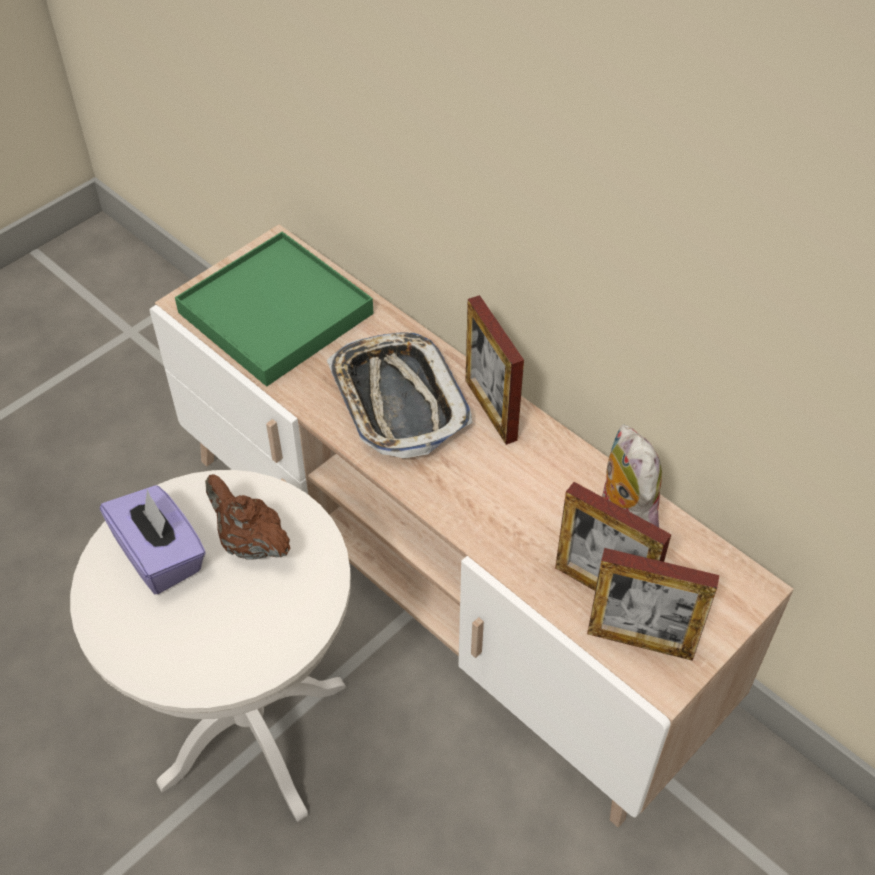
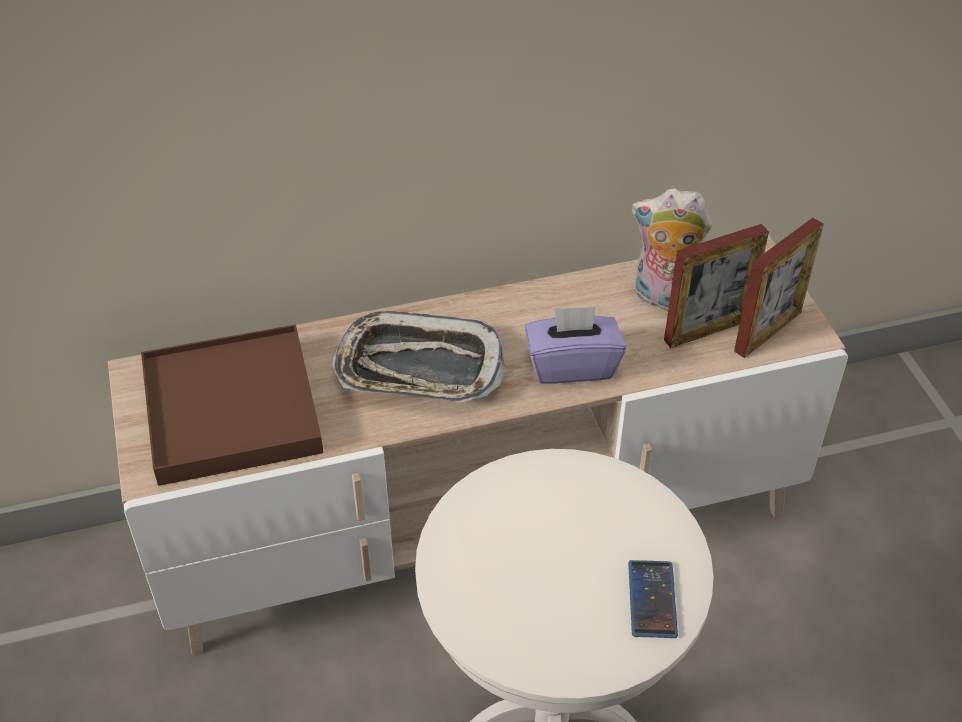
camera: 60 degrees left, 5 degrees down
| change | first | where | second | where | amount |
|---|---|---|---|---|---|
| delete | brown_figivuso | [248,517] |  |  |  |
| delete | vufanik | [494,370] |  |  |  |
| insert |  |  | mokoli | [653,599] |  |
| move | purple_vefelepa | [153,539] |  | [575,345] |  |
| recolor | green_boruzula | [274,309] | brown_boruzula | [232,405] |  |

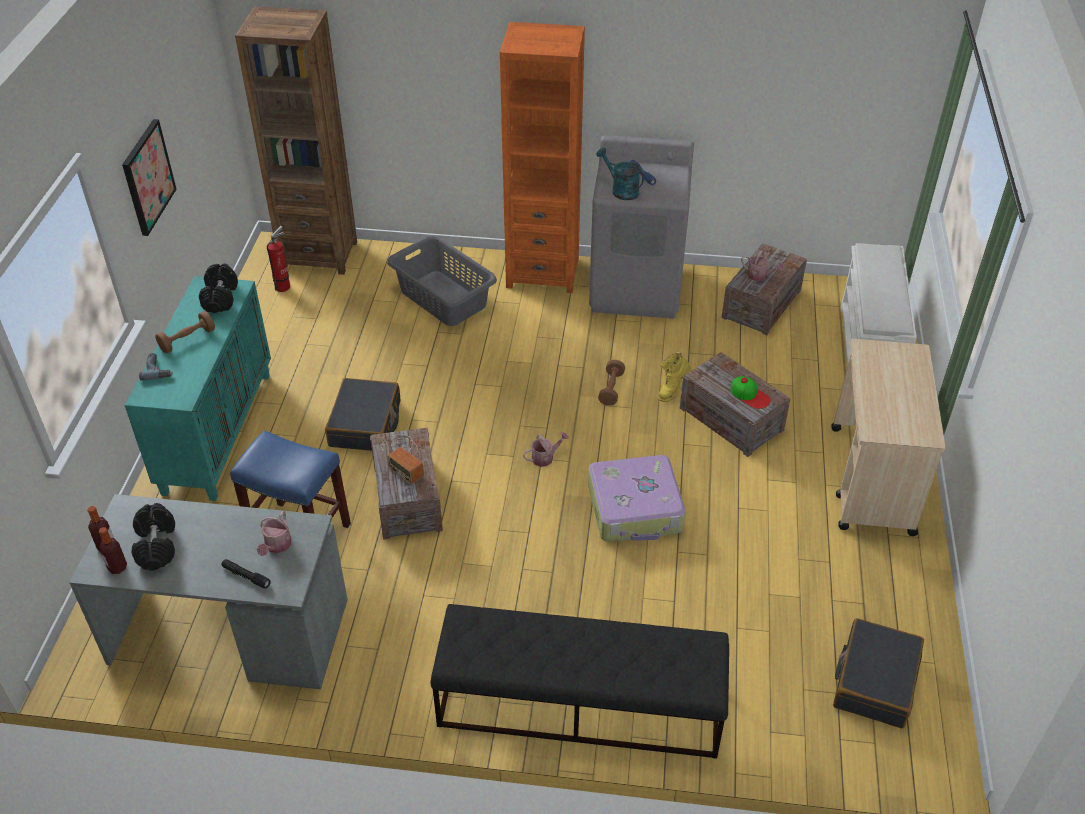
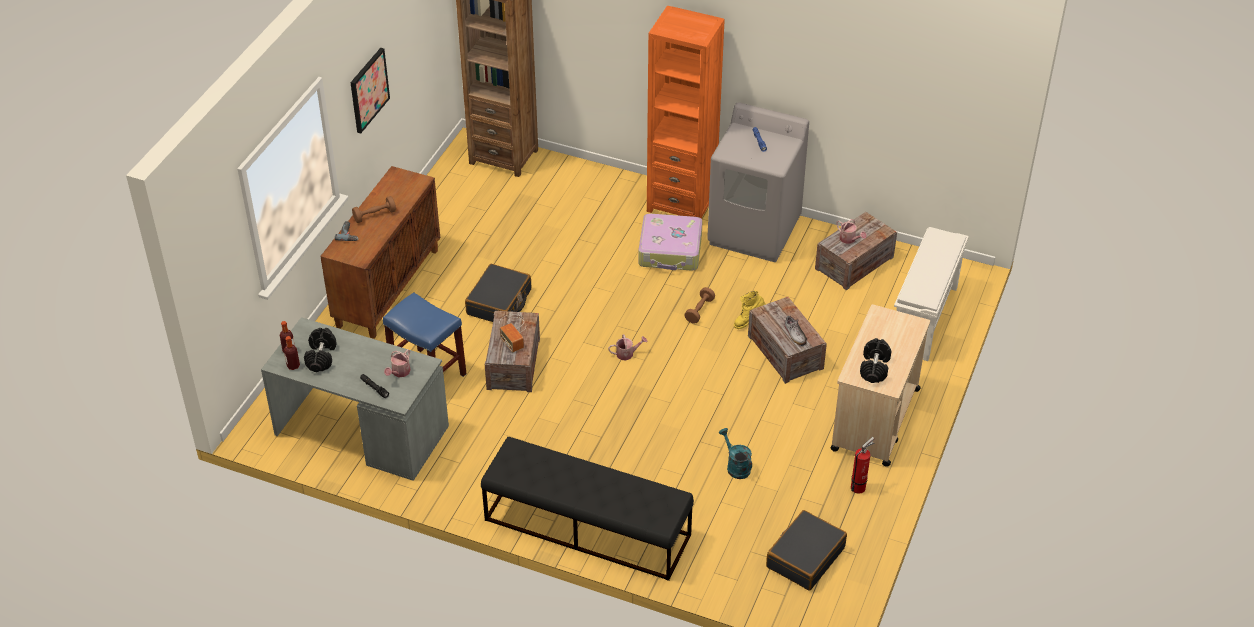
camera: 15 degrees right, 0 degrees up
| change | first | where | second | where | amount |
|---|---|---|---|---|---|
| delete | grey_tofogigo | [442,281] |  |  |  |
| move | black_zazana | [218,288] |  | [875,360] |  |
| move | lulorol | [278,259] |  | [862,465] |  |
| move | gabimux | [637,498] |  | [670,242] |  |
| move | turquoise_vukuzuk | [620,174] |  | [735,453] |  |
| replace | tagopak | [750,392] | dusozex | [795,331] |  |
| recolor | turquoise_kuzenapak | [197,388] | brown_kuzenapak | [380,252] |  |

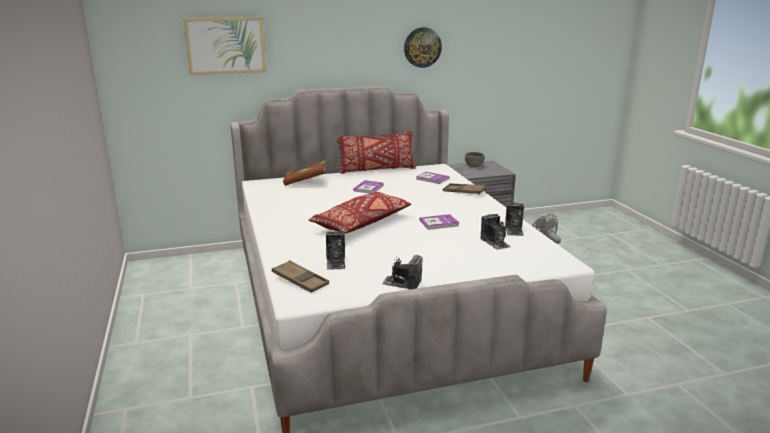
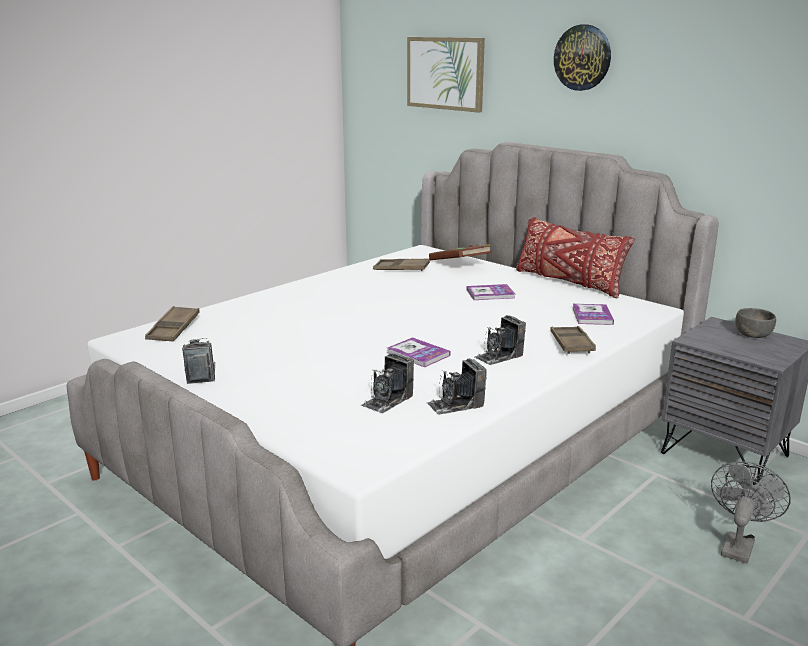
camera: 60 degrees right, 0 degrees up
| change | first | where | second | where | amount |
|---|---|---|---|---|---|
| delete | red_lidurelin | [359,213] |  |  |  |
| insert |  |  | brown_boruzula | [401,265] |  |
| move | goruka | [335,250] |  | [500,340] |  |
| move | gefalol | [423,47] |  | [582,58] |  |

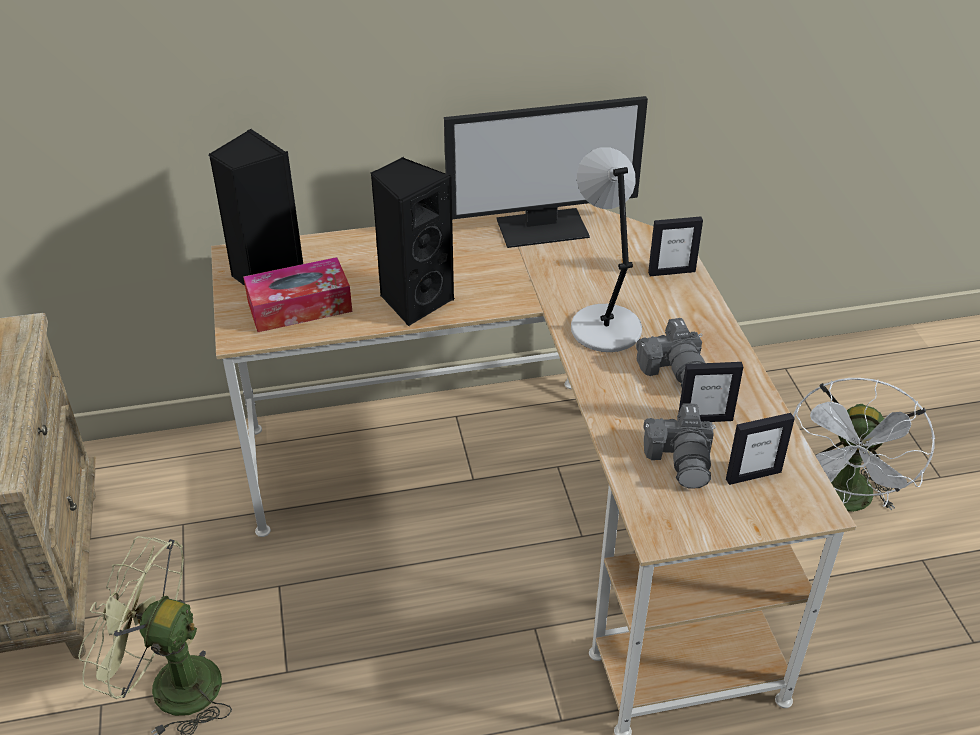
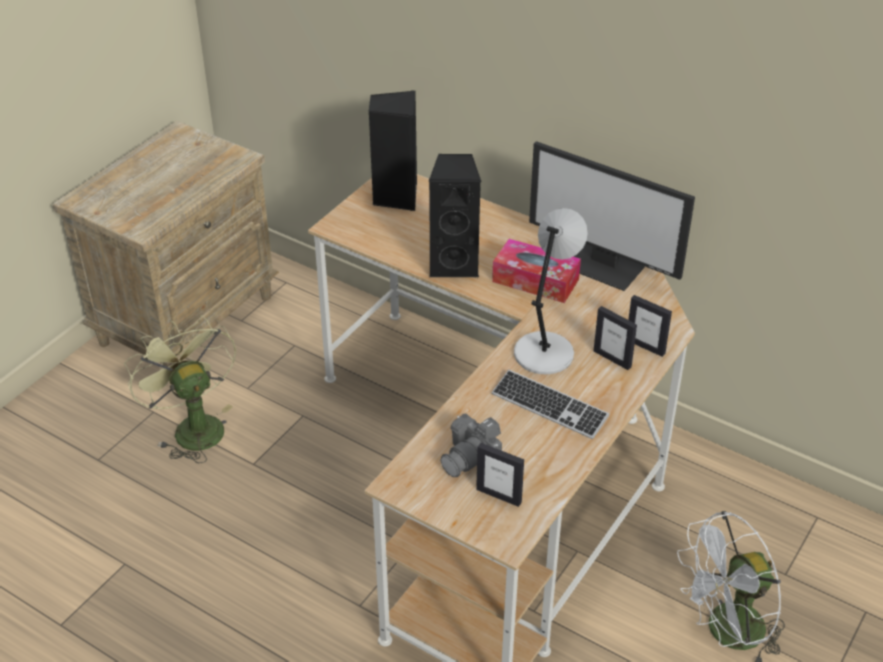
camera: 45 degrees right, 0 degrees up
| change | first | where | second | where | amount |
|---|---|---|---|---|---|
| move | vefelepa | [297,294] |  | [536,271] |  |
| move | vufanik | [710,392] |  | [615,338] |  |
| replace | goruka | [670,352] | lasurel | [550,404] |  |

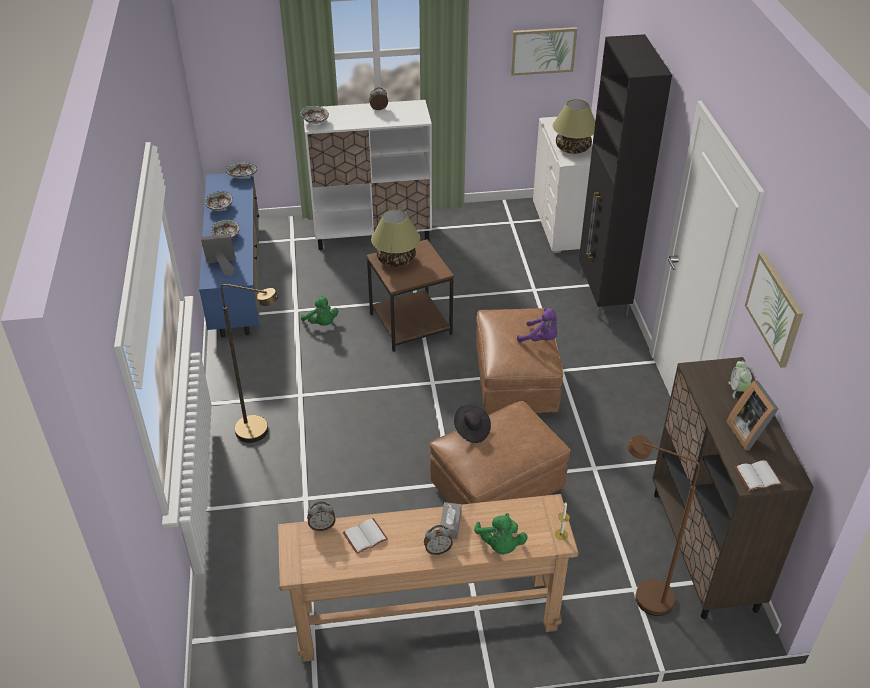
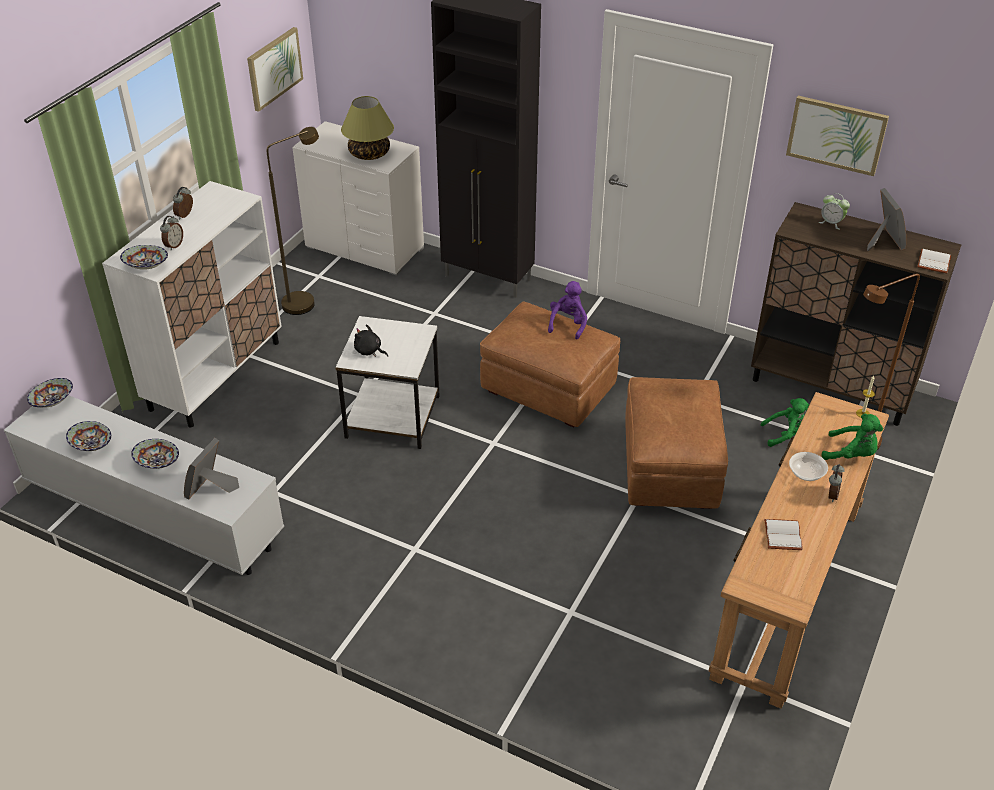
camera: 55 degrees left, 0 degrees up
| change | first | where | second | where | amount |
|---|---|---|---|---|---|
| delete | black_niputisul | [472,424] |  |  |  |
| move | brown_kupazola | [249,363] |  | [293,221] |  |
| move | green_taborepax | [319,311] |  | [785,422] |  |
| move | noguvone | [321,516] |  | [171,233] |  |
| replace | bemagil | [395,238] | black_taborepax | [371,340] |  |
| replace | grey_vefelepa | [451,520] | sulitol | [808,466] |  |
| recolor | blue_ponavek | [229,255] | white_ponavek | [144,485] |  |
| recolor | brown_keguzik | [410,295] | white_keguzik | [387,382] |  |
| rotate | purple_taborepax | [537,325] |  | [567,310] | 45 degrees counterclockwise |
| rotate | vufanik | [752,415] |  | [886,219] | 120 degrees counterclockwise |

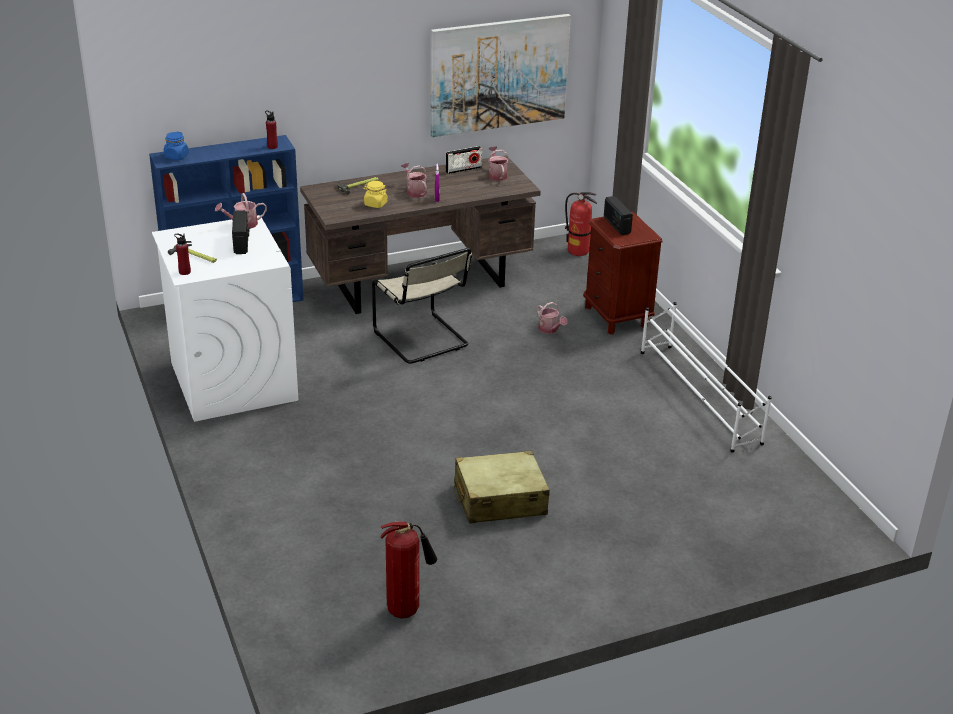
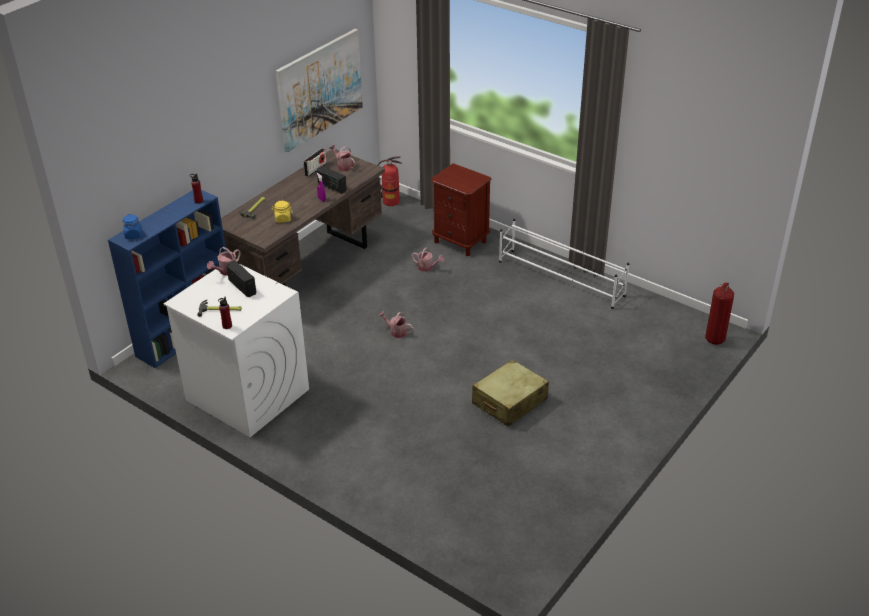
camera: 30 degrees left, 5 degrees up
| change | first | where | second | where | amount |
|---|---|---|---|---|---|
| delete | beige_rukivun | [422,306] |  |  |  |
| move | lulorol | [408,569] |  | [719,314] |  |
| move | vukuzuk | [414,180] |  | [395,324] |  |
| move | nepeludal | [618,215] |  | [332,180] |  |

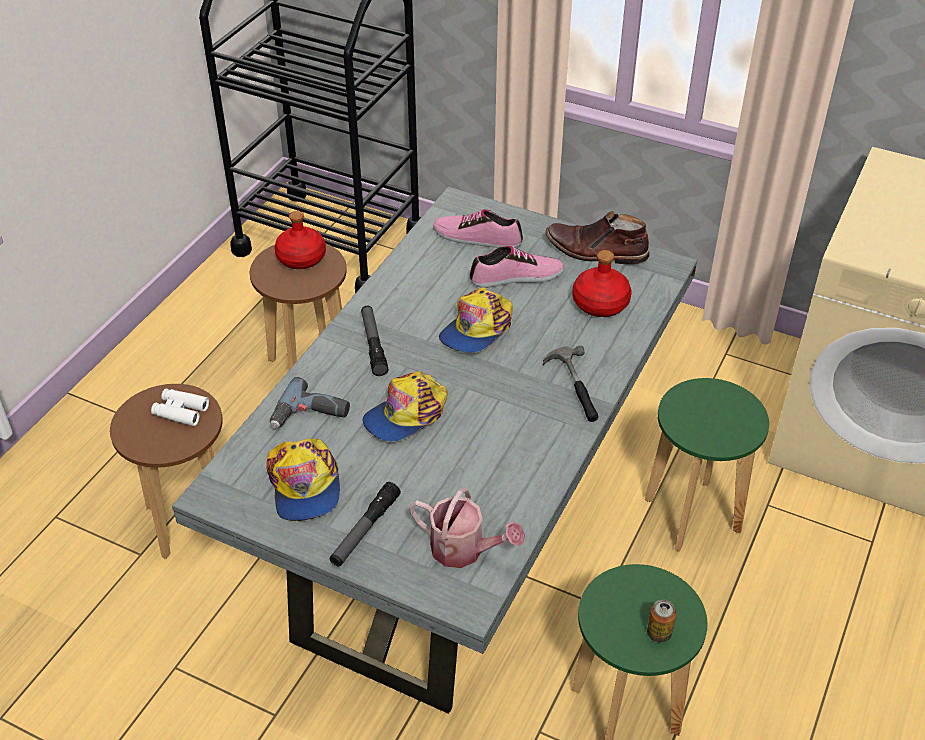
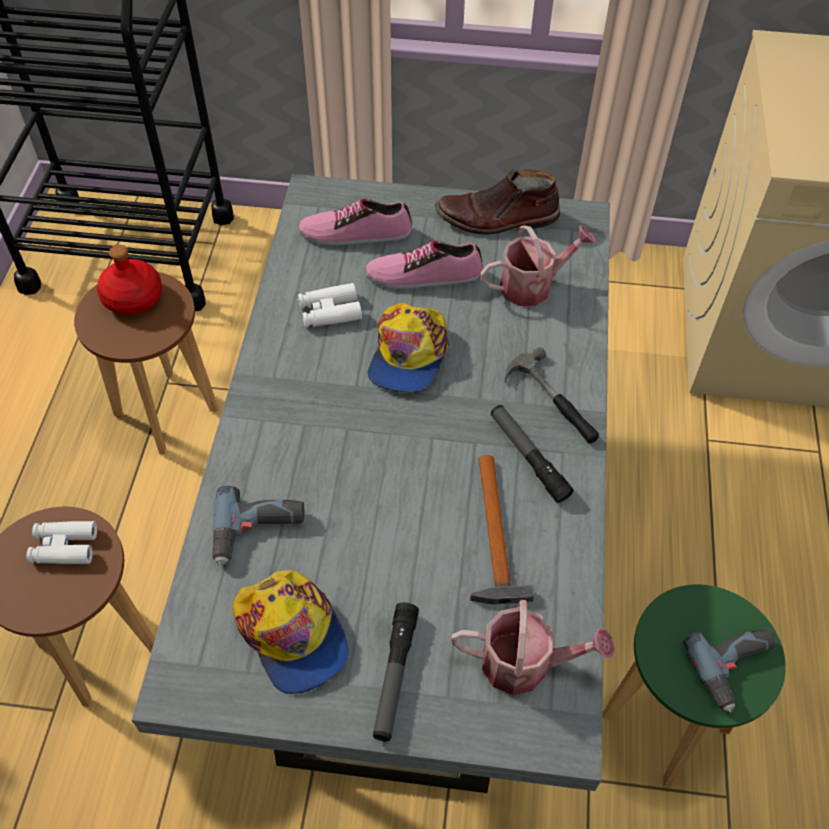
camera: 20 degrees left, 10 degrees up
| change | first | where | second | where | amount |
|---|---|---|---|---|---|
| delete | tagopak | [405,406] |  |  |  |
| delete | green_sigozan | [707,465] |  |  |  |
| insert |  |  | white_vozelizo | [330,305] |  |
| insert |  |  | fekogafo | [502,530] |  |
| move | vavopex | [375,341] |  | [532,454] |  |
| replace | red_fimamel | [601,283] | vukuzuk | [538,265] |  |
| replace | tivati | [661,621] | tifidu | [729,670] |  |
| rotate | dusozex | [517,267] |  | [424,265] | 150 degrees counterclockwise |

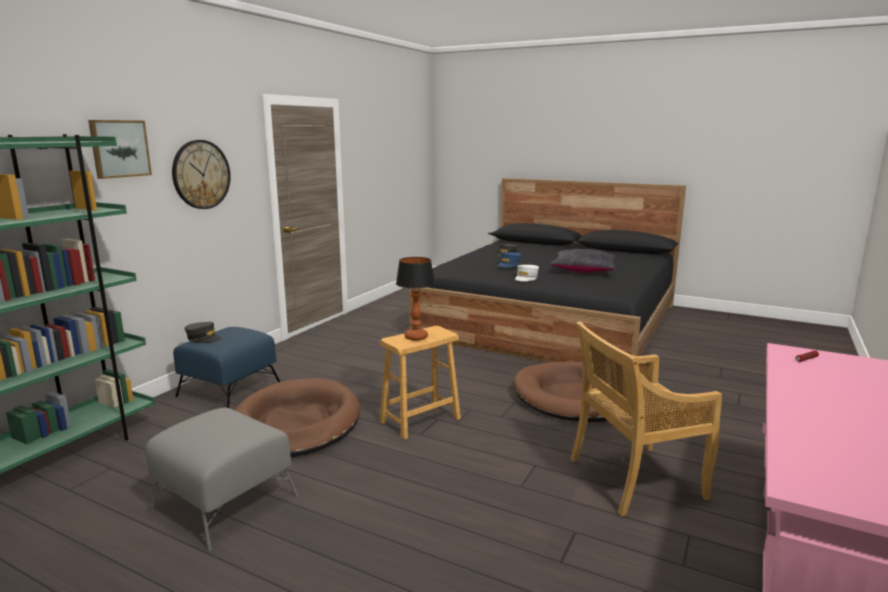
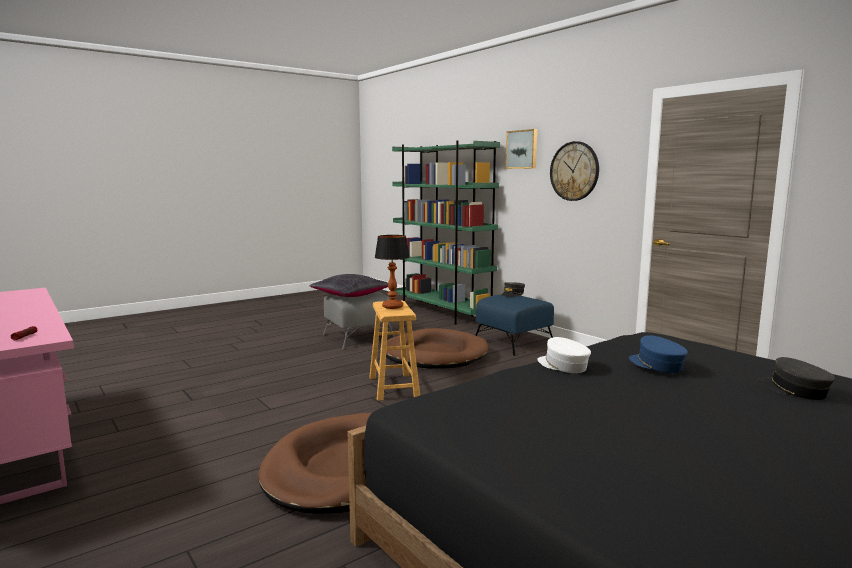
camera: 115 degrees right, 5 degrees down
| change | first | where | second | where | amount |
|---|---|---|---|---|---|
| delete | beige_rukivun | [646,418] |  |  |  |
| move | black_lidurelin | [584,261] |  | [348,285] |  |

